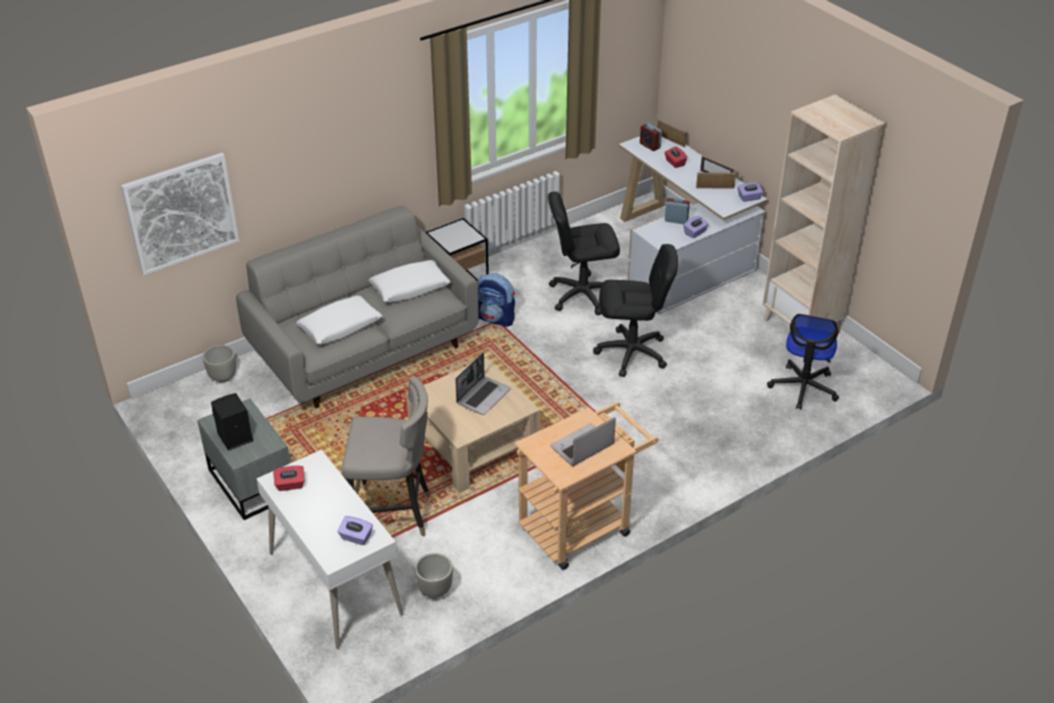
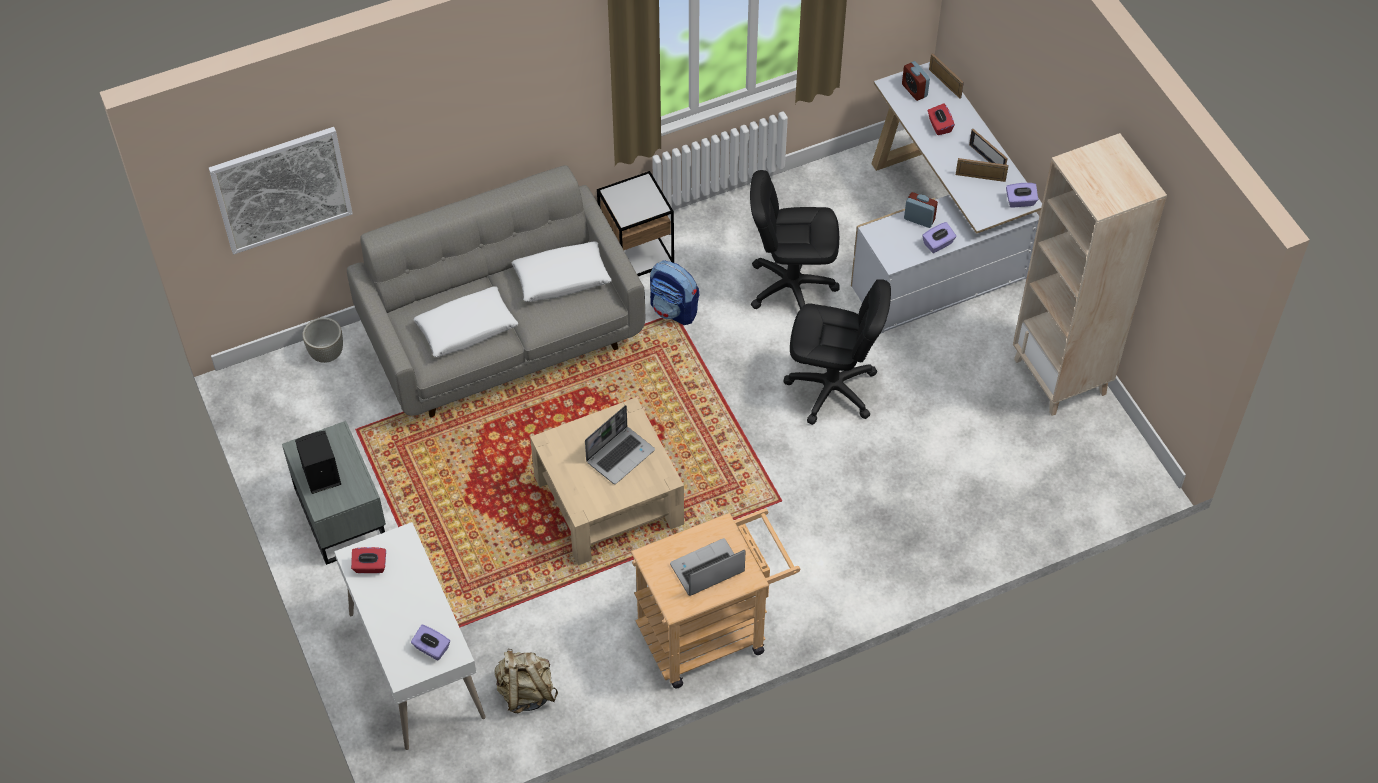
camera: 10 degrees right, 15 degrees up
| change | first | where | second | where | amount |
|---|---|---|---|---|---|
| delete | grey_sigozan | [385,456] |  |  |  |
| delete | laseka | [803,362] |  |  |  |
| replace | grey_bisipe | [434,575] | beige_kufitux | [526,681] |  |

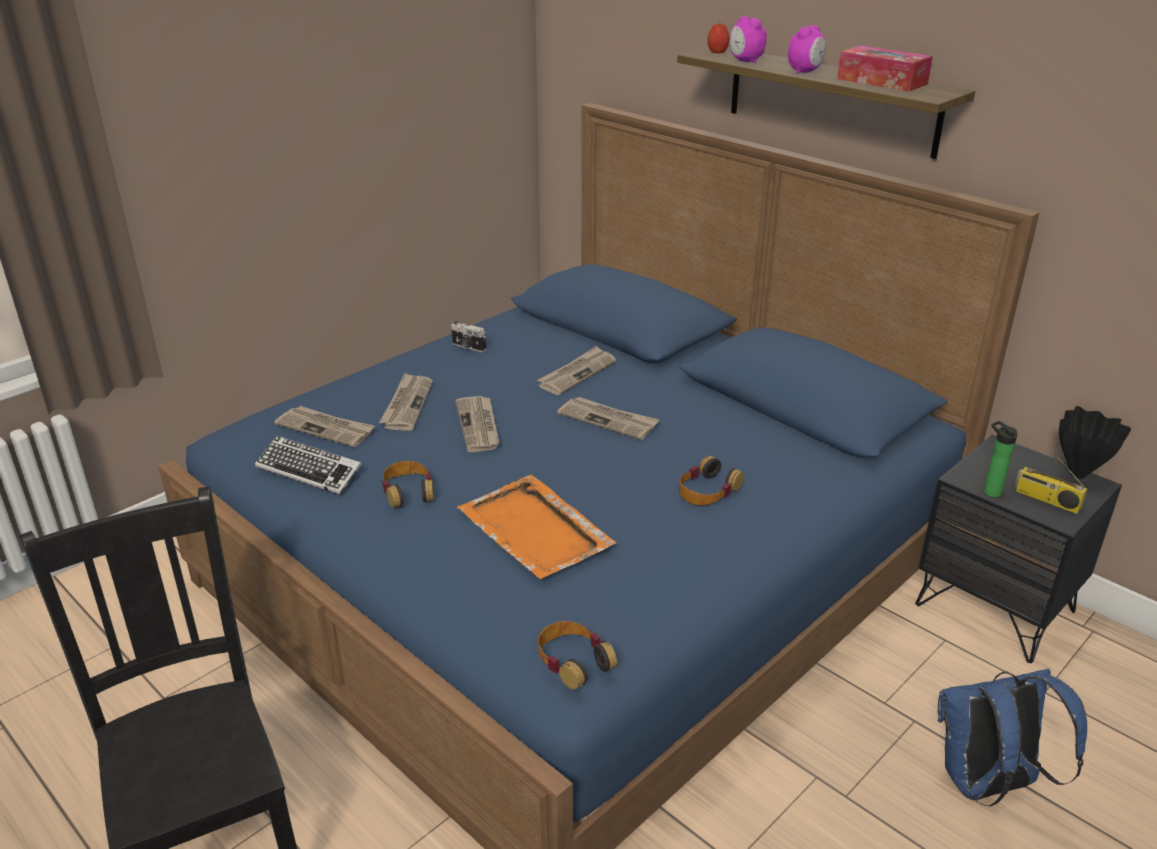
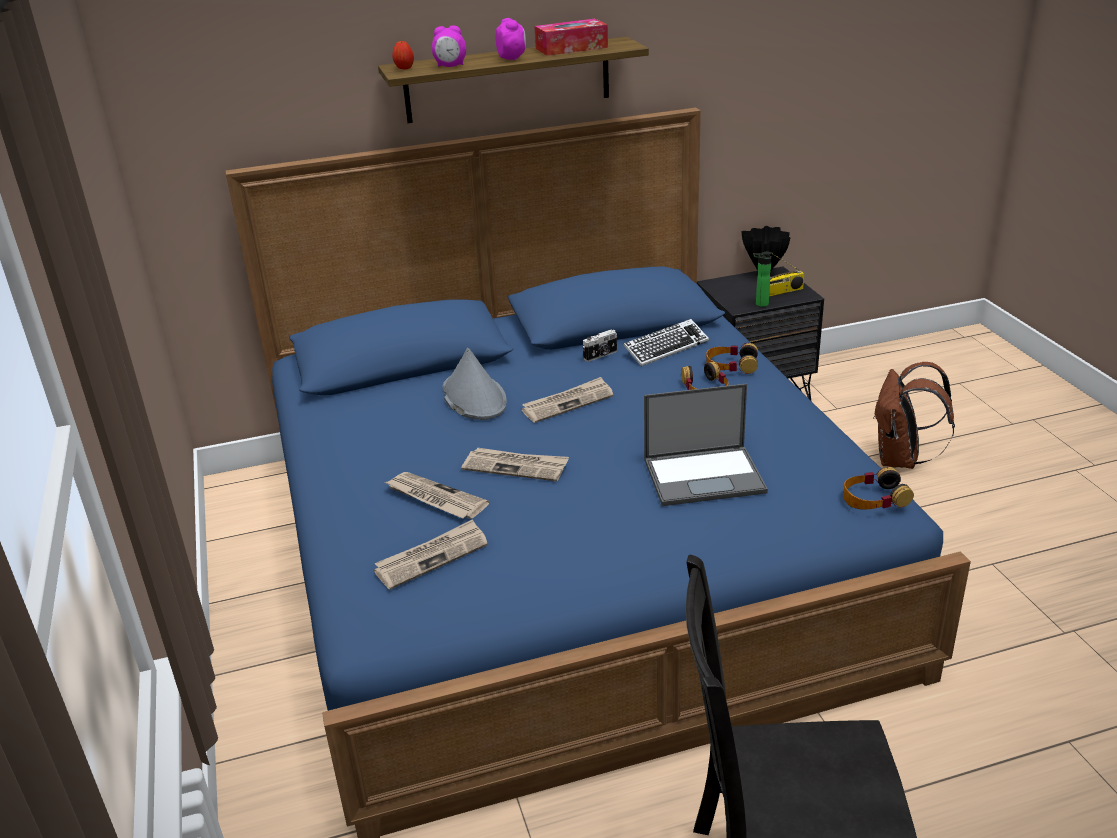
camera: 60 degrees left, 0 degrees up
| change | first | where | second | where | amount |
|---|---|---|---|---|---|
| move | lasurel | [308,465] |  | [666,343] |  |
| move | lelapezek | [408,484] |  | [732,358] |  |
| move | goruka | [468,336] |  | [600,346] |  |
| replace | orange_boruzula | [537,527] | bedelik | [706,444] |  |
| replace | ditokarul | [576,370] | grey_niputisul | [475,384] |  |
| recolor | blue_kufitux | [1012,737] | brown_kufitux | [914,415] |  |

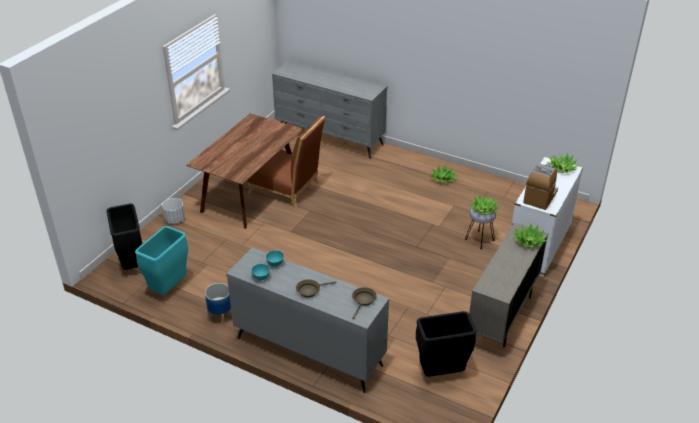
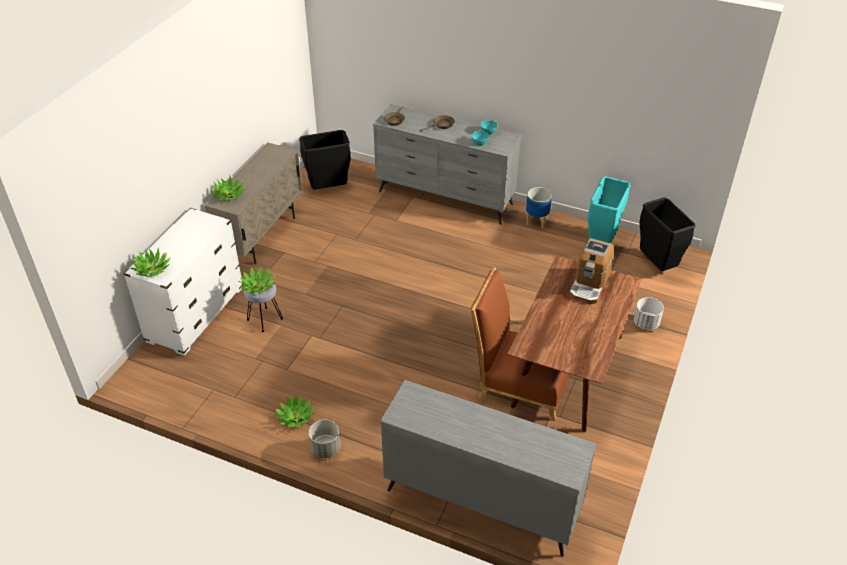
camera: 175 degrees right, 5 degrees up
| change | first | where | second | where | amount |
|---|---|---|---|---|---|
| insert |  |  | grey_bisipe | [324,439] |  |
| move | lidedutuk | [540,186] |  | [591,271] |  |

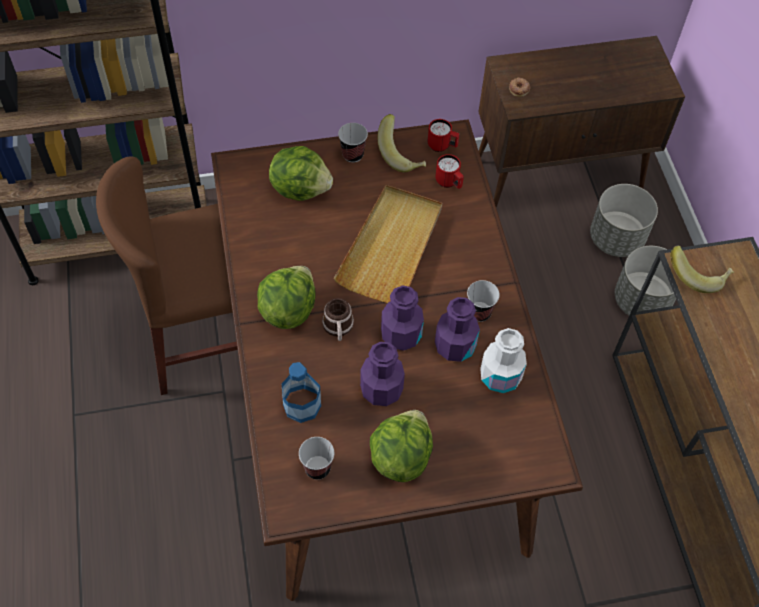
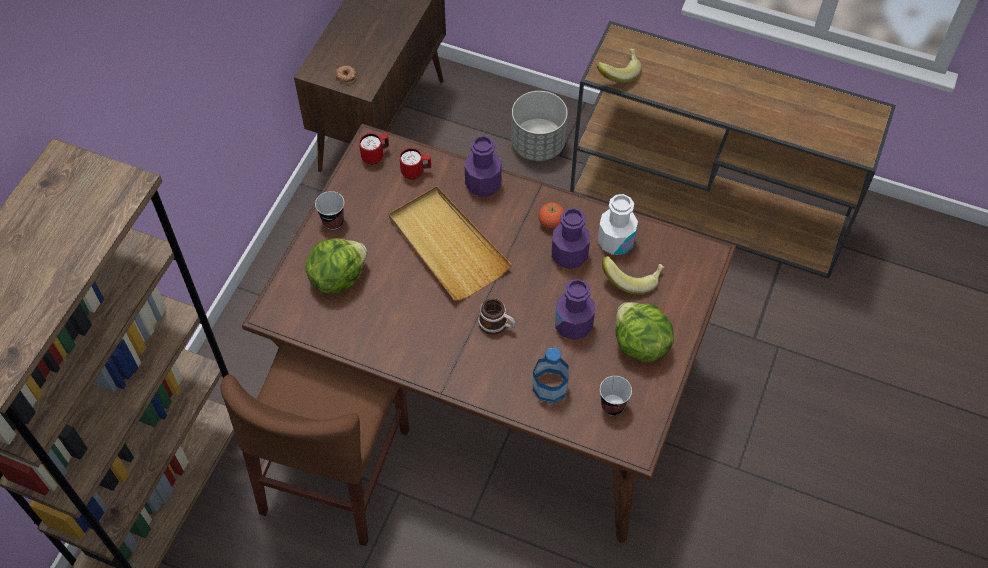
camera: 55 degrees left, 0 degrees up
| change | first | where | second | where | amount |
|---|---|---|---|---|---|
| delete | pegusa | [286,297] |  |  |  |
| delete | grey_bisipe | [624,220] |  |  |  |
| move | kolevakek | [402,143] |  | [633,275] |  |
| move | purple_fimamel | [402,318] |  | [483,166] |  |
| replace | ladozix | [483,301] | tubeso | [551,215] |  |

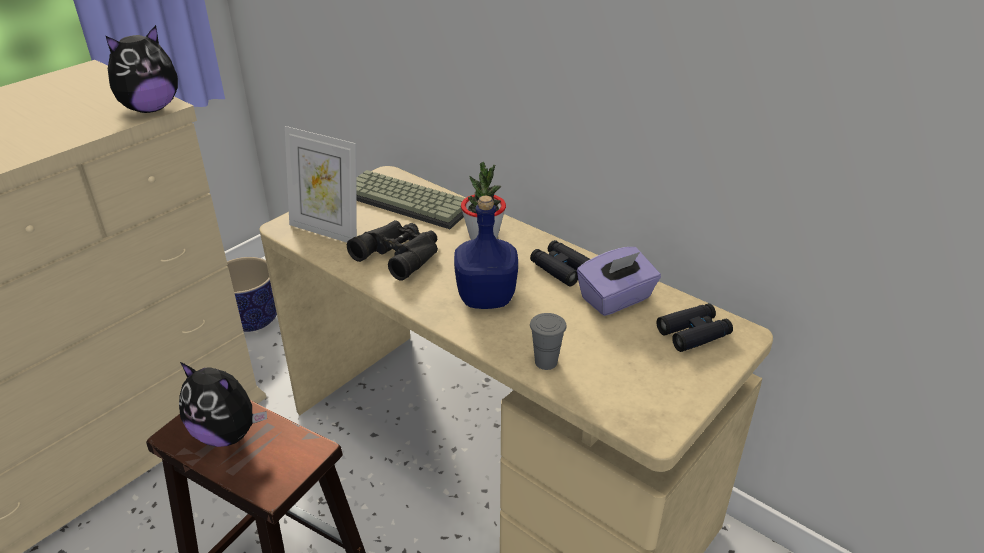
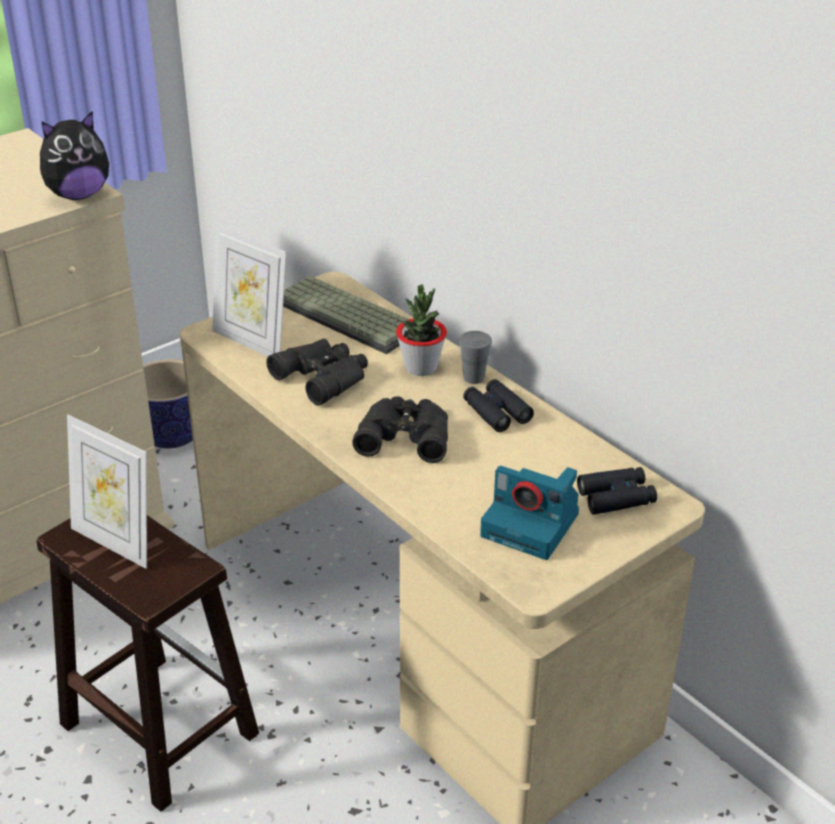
camera: 10 degrees right, 0 degrees up
| change | first | where | second | where | amount |
|---|---|---|---|---|---|
| delete | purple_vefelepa | [619,281] |  |  |  |
| insert |  |  | goruka | [529,513] |  |
| move | grey_ladozix | [548,341] |  | [475,357] |  |
| replace | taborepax | [223,404] | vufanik | [107,492] |  |
| replace | blue_fimamel | [486,252] | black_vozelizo | [400,429] |  |

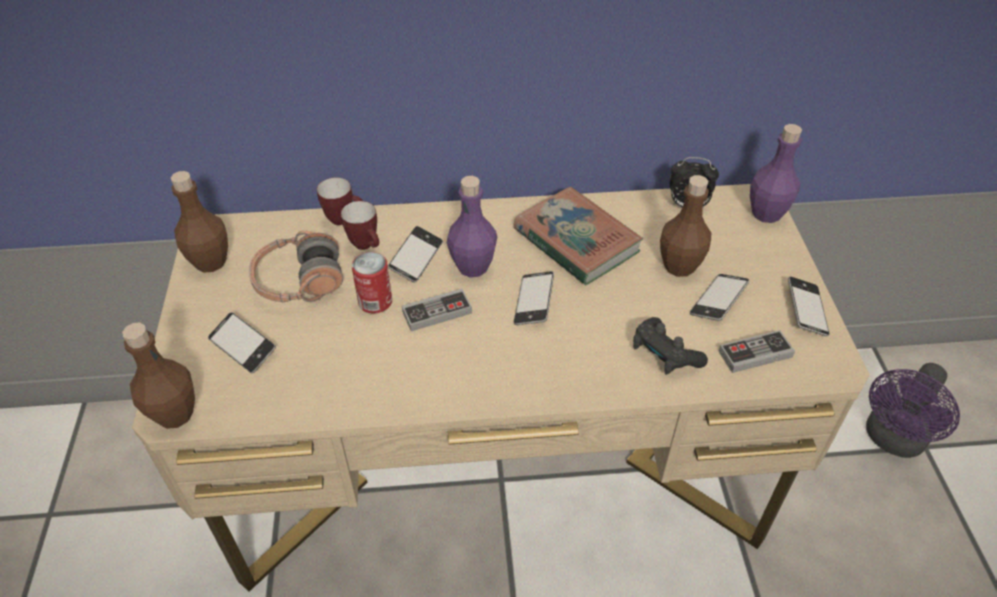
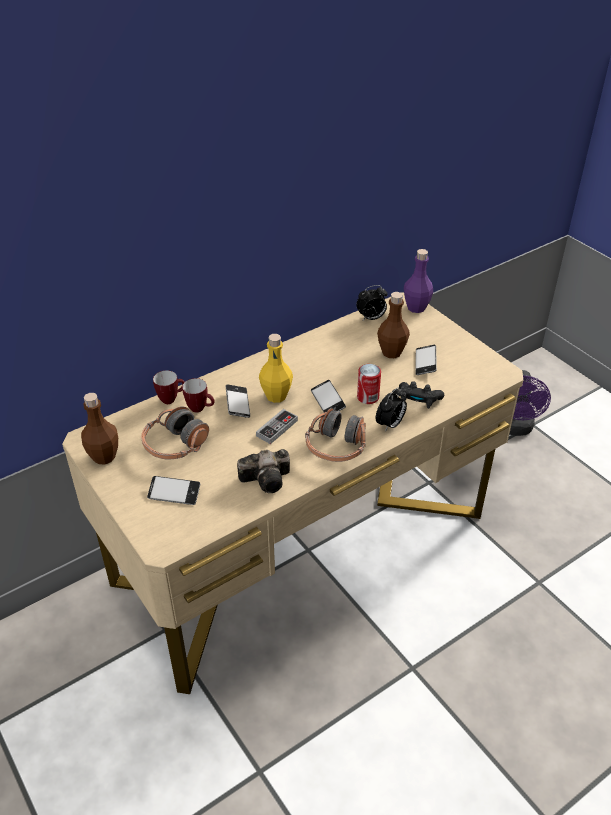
camera: 30 degrees left, 5 degrees down
| change | first | where | second | where | amount |
|---|---|---|---|---|---|
| delete | brown_fimamel | [158,375] |  |  |  |
| delete | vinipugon | [578,236] |  |  |  |
| delete | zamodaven | [756,351] |  |  |  |
| delete | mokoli | [809,306] |  |  |  |
| insert |  |  | goruka | [263,471] |  |
| insert |  |  | lelapezek | [335,435] |  |
| insert |  |  | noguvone | [391,409] |  |
| move | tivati | [372,282] |  | [369,384] |  |
| recolor | purple_fimamel | [472,227] | yellow_fimamel | [276,368] |  |

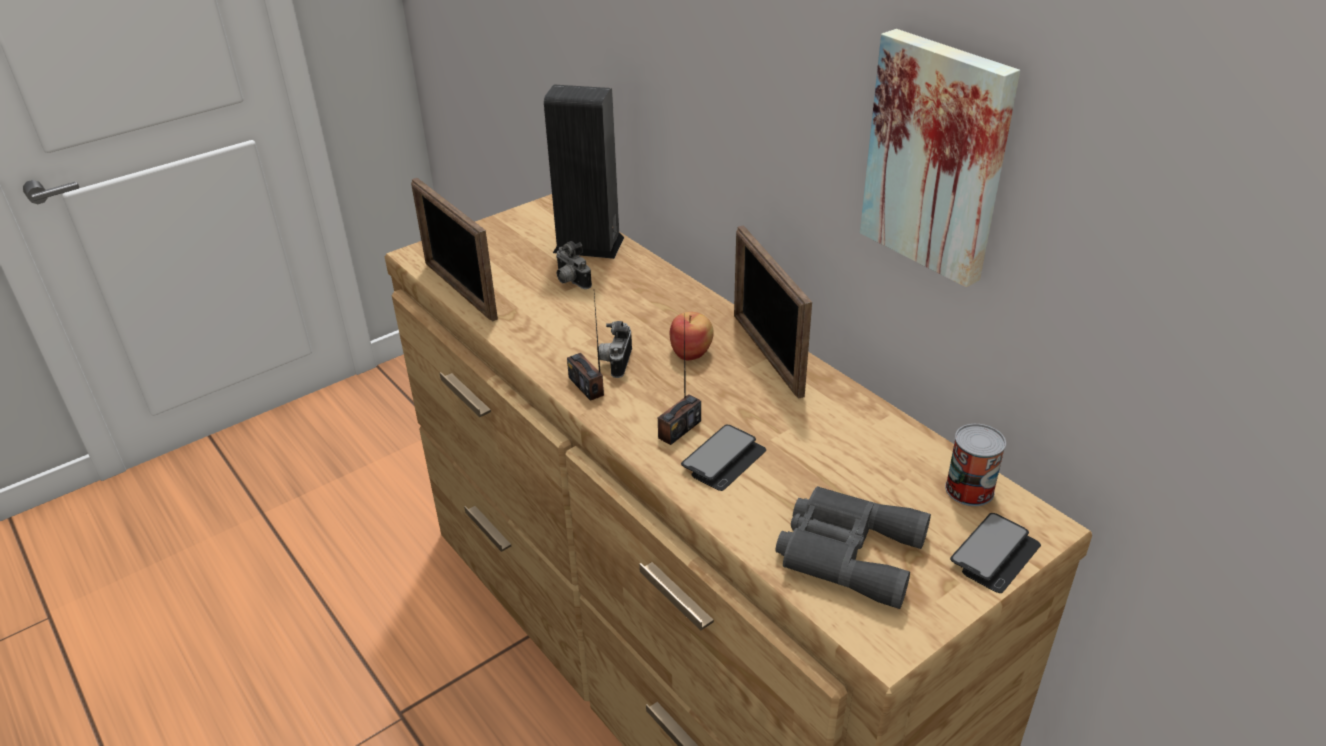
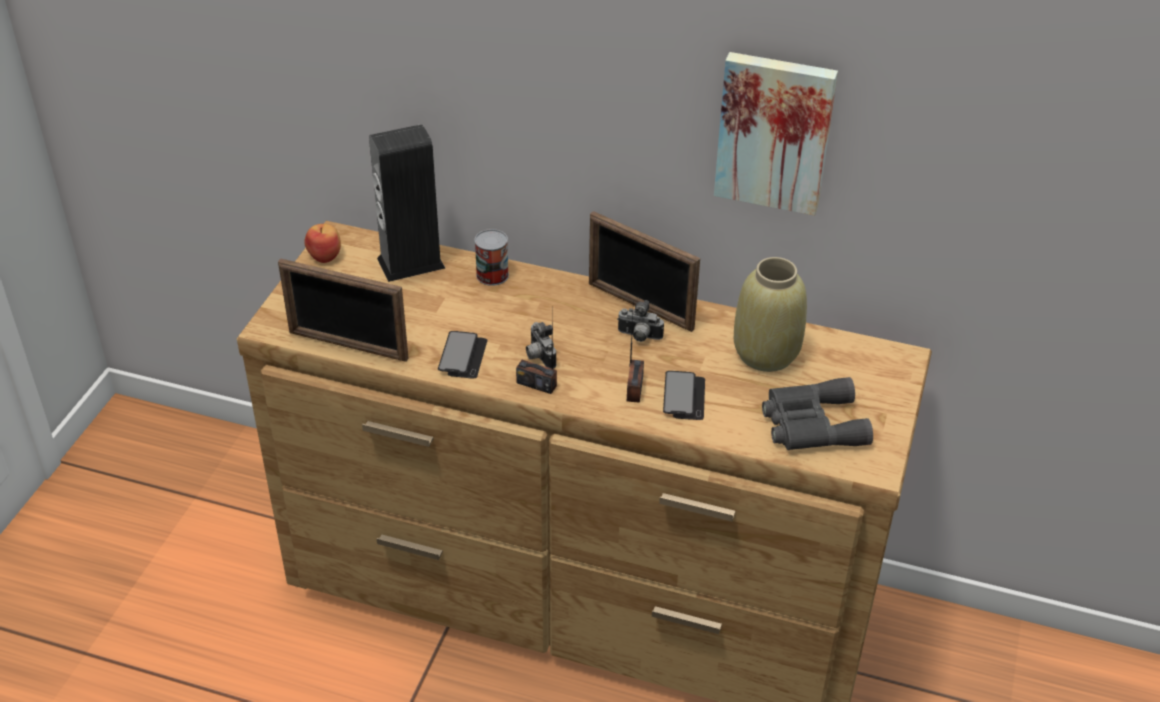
camera: 35 degrees left, 5 degrees up
| change | first | where | second | where | amount |
|---|---|---|---|---|---|
| insert |  |  | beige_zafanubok | [770,314] |  |
| move | goruka | [574,265] |  | [640,321] |  |
| move | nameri | [692,336] |  | [322,243] |  |
| move | tivati | [975,465] |  | [492,257] |  |
| move | mokoli | [995,553] |  | [463,355] |  |

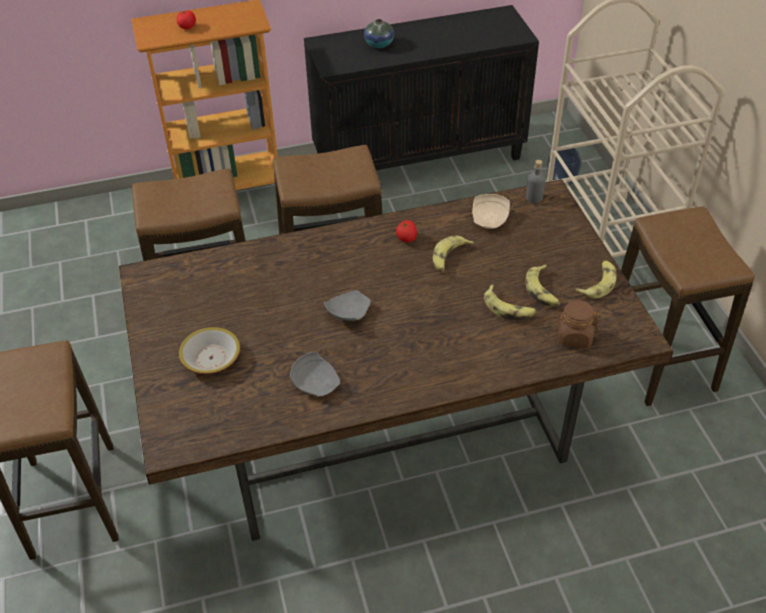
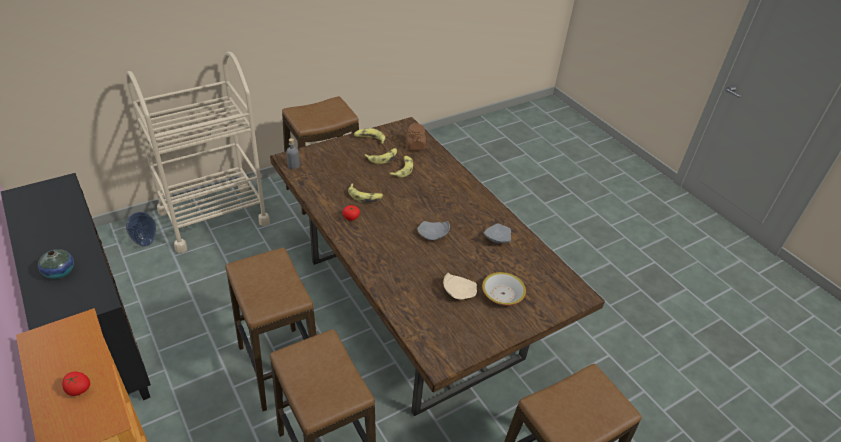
camera: 110 degrees left, 5 degrees down
| change | first | where | second | where | amount |
|---|---|---|---|---|---|
| move | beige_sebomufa | [491,211] |  | [460,286] |  |

